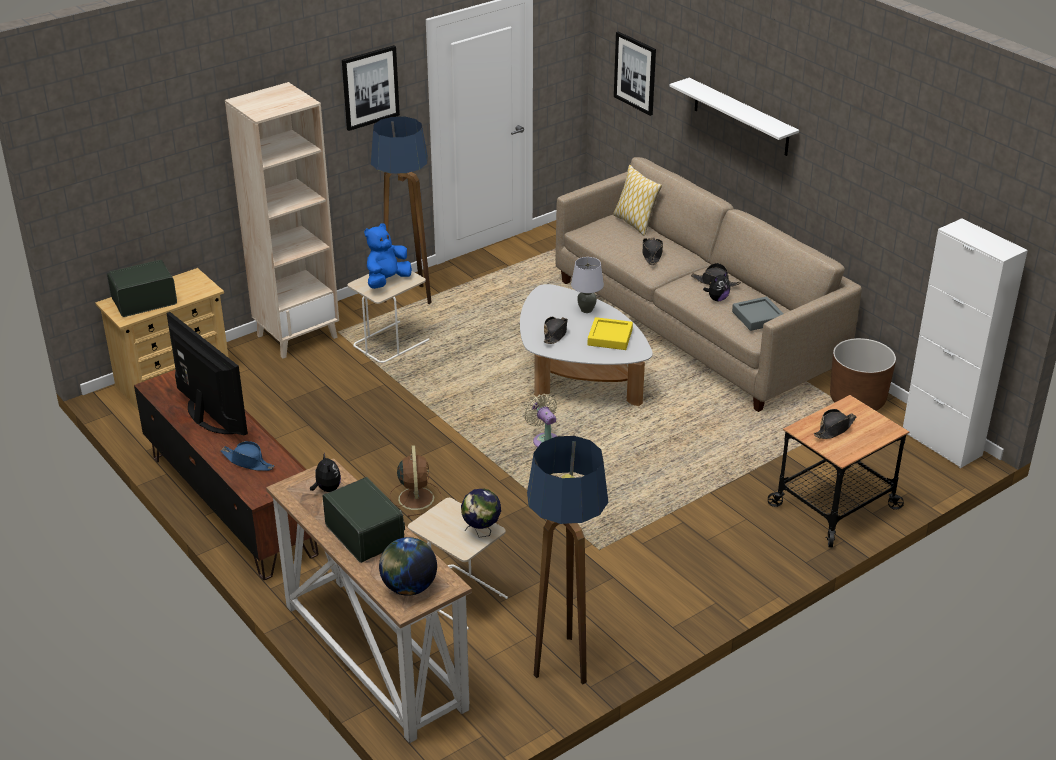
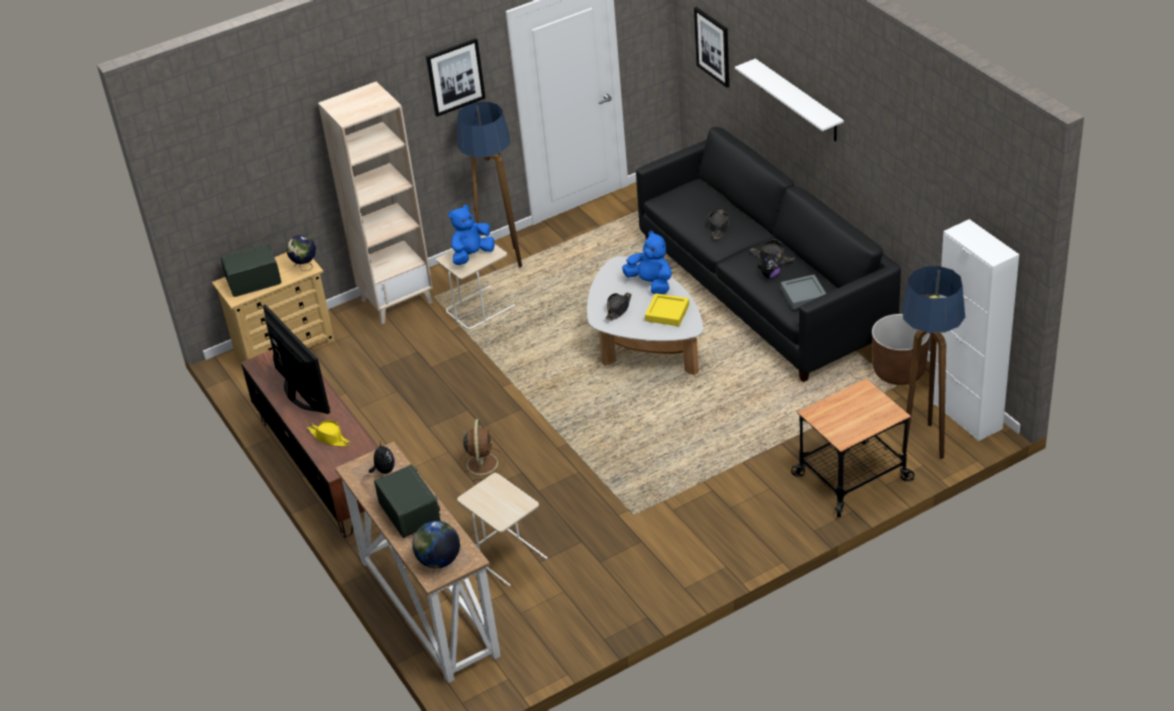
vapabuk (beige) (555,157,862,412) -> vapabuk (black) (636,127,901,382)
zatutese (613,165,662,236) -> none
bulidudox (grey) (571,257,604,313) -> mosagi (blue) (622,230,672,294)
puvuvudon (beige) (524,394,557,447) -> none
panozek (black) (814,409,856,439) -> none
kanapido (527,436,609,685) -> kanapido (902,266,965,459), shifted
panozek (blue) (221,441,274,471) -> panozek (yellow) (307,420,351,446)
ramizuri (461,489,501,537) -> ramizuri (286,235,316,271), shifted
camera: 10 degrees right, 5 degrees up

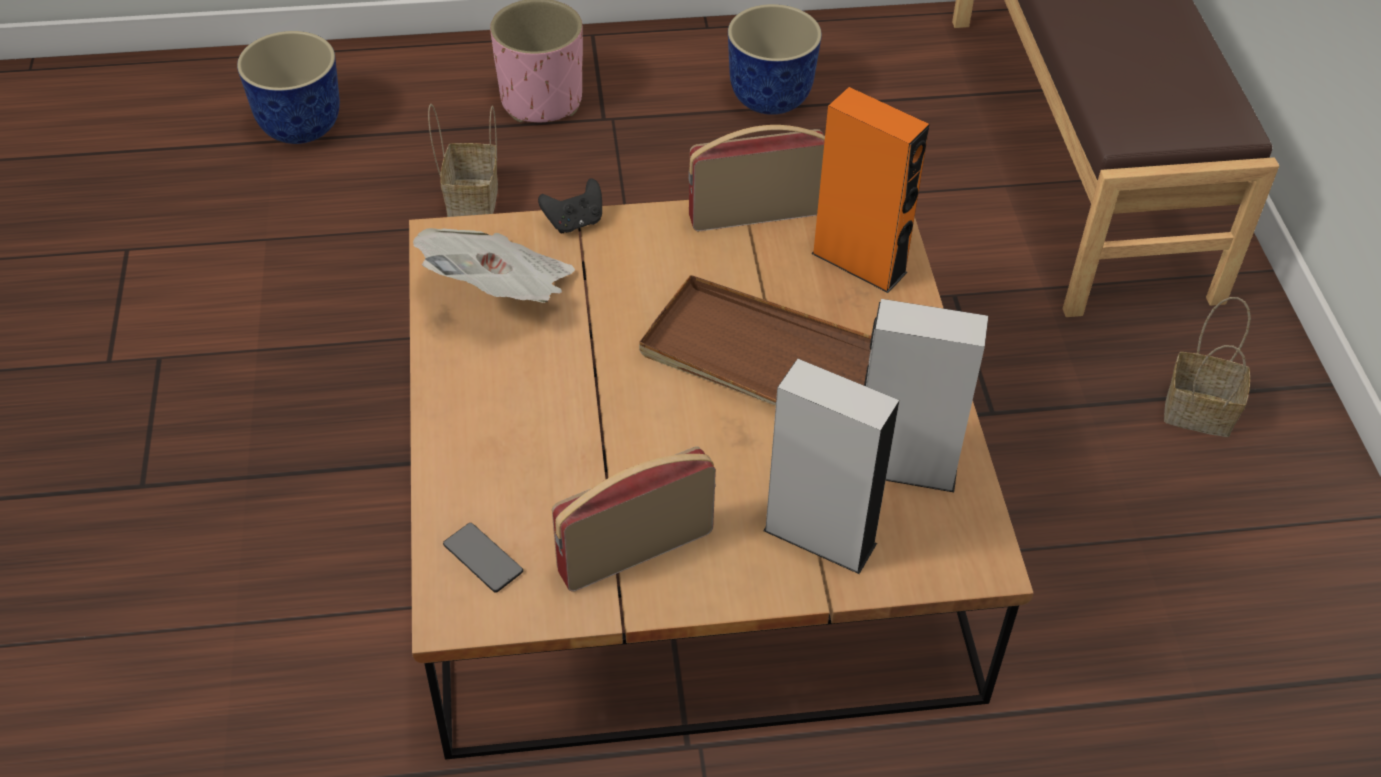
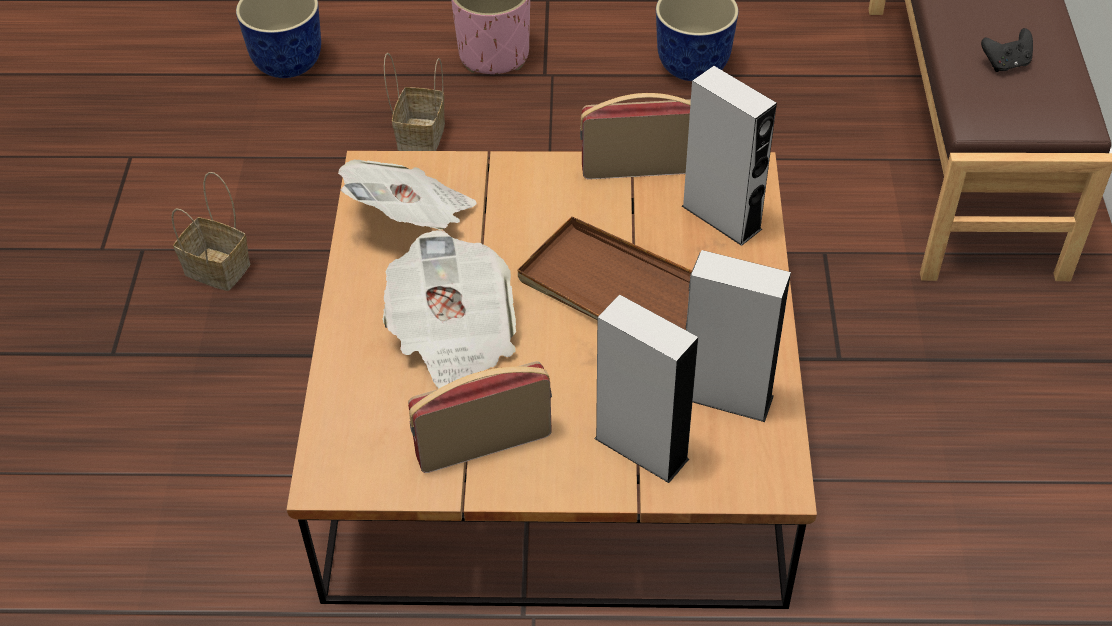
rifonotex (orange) (811,87,929,293) -> rifonotex (grey) (682,66,777,246)
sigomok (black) (538,178,602,233) -> sigomok (black) (981,28,1033,72), shifted
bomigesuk (1164,297,1251,437) -> bomigesuk (171,172,250,291), shifted
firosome (443,523,523,593) -> none
none -> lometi (382,230,516,389)
camera: 10 degrees right, 0 degrees up

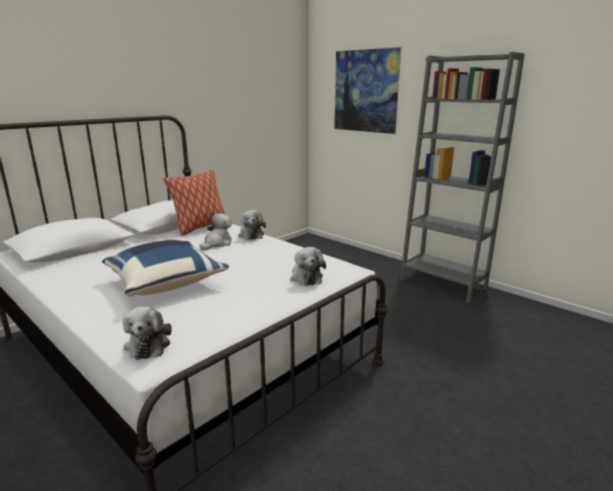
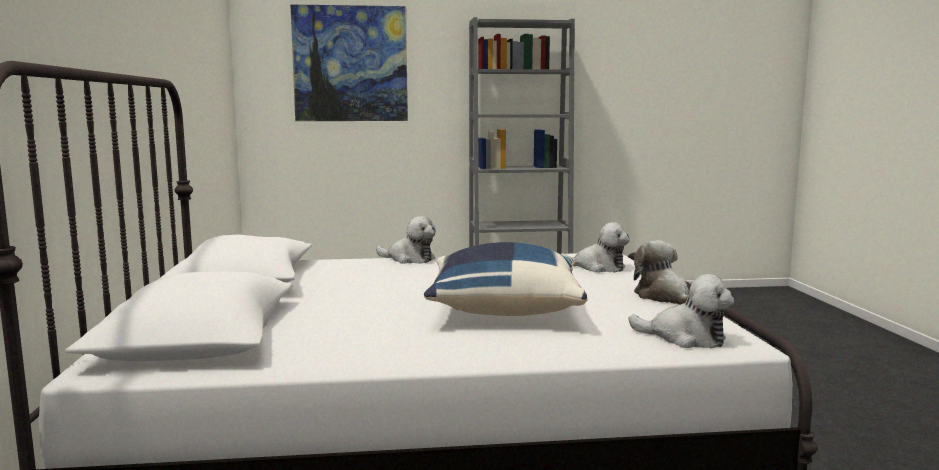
zatutese (163,169,226,236) -> none
mosagi (199,213,232,250) -> mosagi (634,240,689,305), shifted
camera: 50 degrees left, 10 degrees down

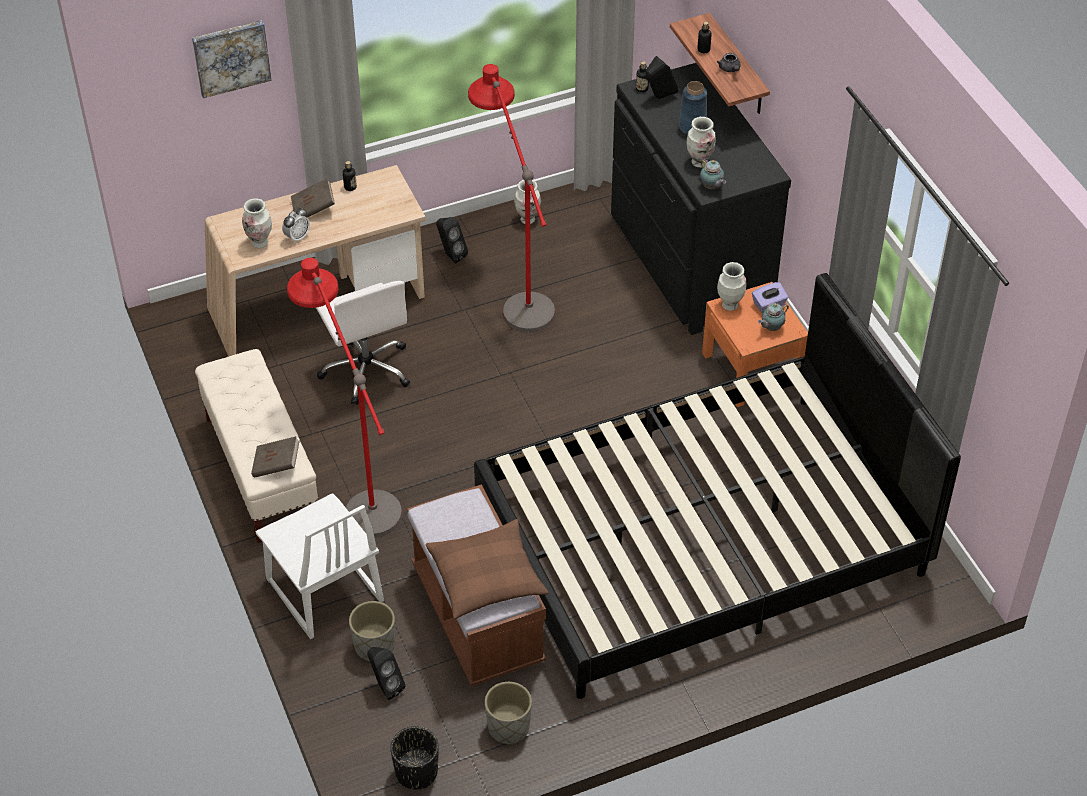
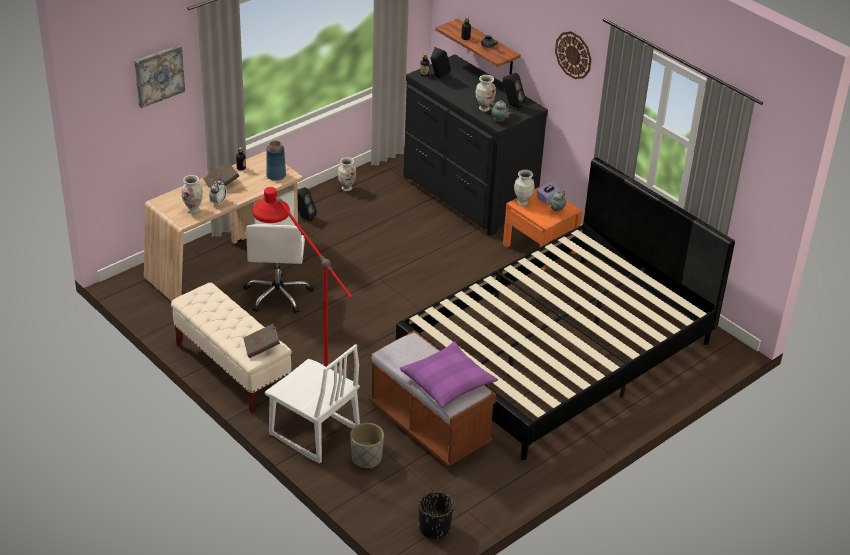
kanapido (red) (468,64,556,333) -> none
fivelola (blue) (679,81,707,134) -> fivelola (blue) (266,141,286,181), shifted
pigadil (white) (316,281,410,405) -> pigadil (white) (243,224,314,313), 45 degrees clockwise
zatutese (brown) (426,519,548,619) -> zatutese (purple) (400,342,498,408)
rifonotex (black) (367,647,406,700) -> rifonotex (black) (503,73,526,109), shifted
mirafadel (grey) (485,682,532,745) -> none
none -> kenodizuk (555,31,592,79)
camera: 20 degrees left, 10 degrees down

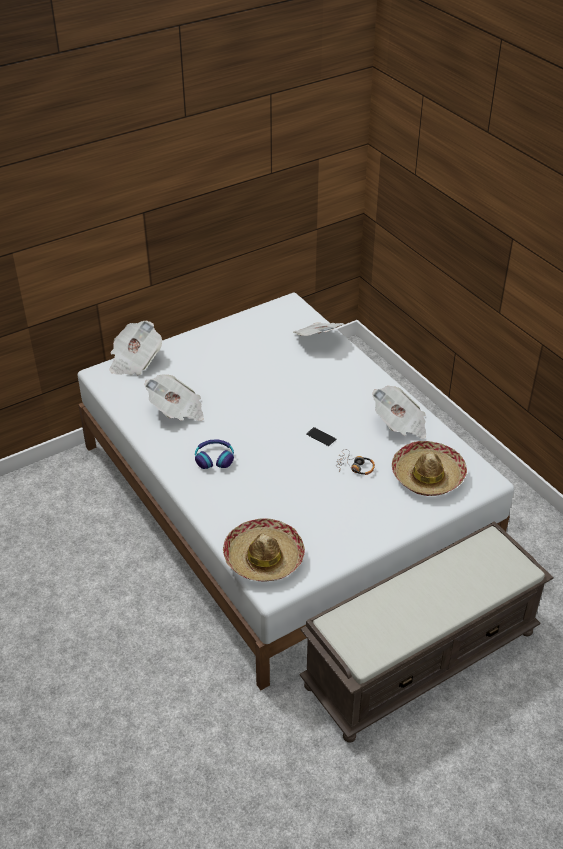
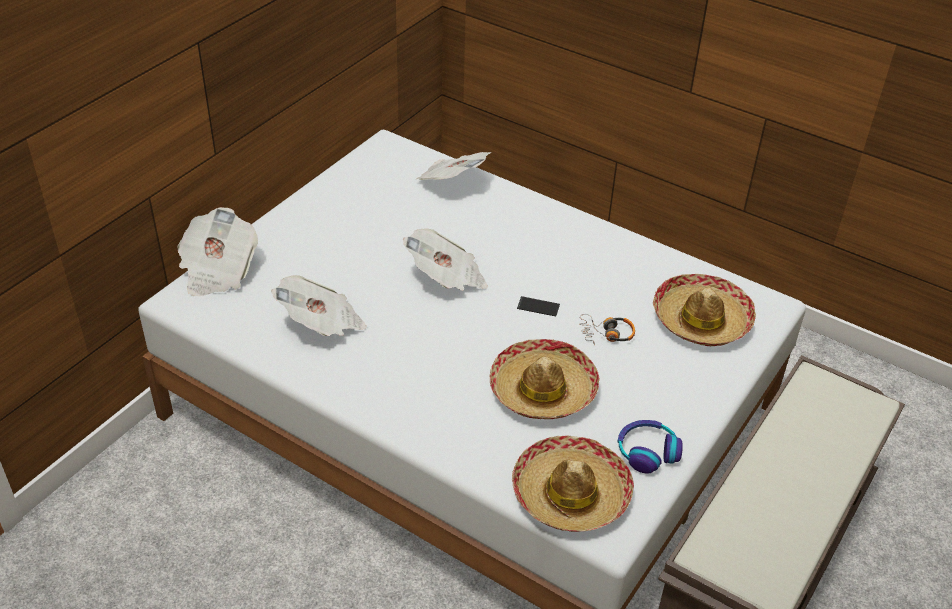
lometi (372,386,426,438) -> lometi (403,229,488,291), shifted
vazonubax (195,440,234,469) -> vazonubax (617,420,683,473), shifted
none -> panozek (490,339,600,419)
camera: 25 degrees left, 0 degrees up

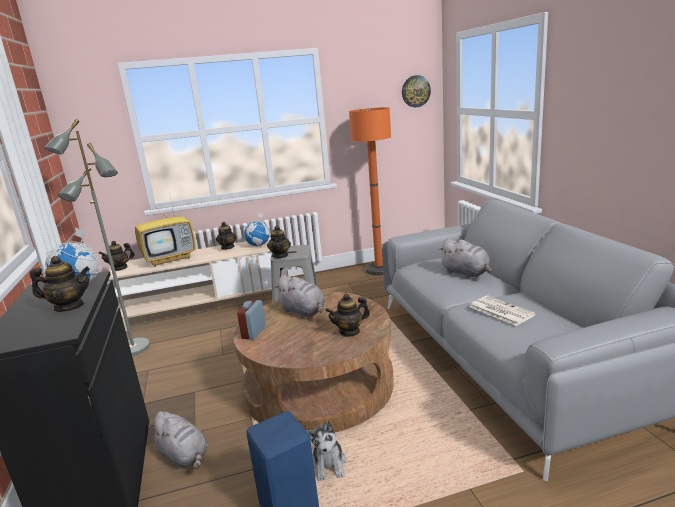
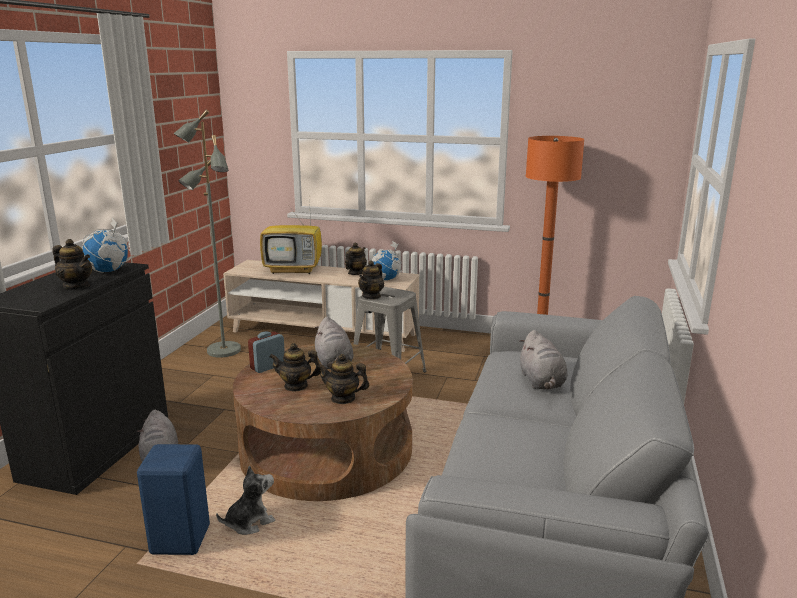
kenodizuk (402,75,431,107) -> none
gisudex (98,241,135,271) -> gisudex (269,343,322,391), shifted
lometi (470,296,536,326) -> none
mosagi (306,421,347,481) -> mosagi (216,465,275,535), 150 degrees counterclockwise
camera: 30 degrees right, 0 degrees up

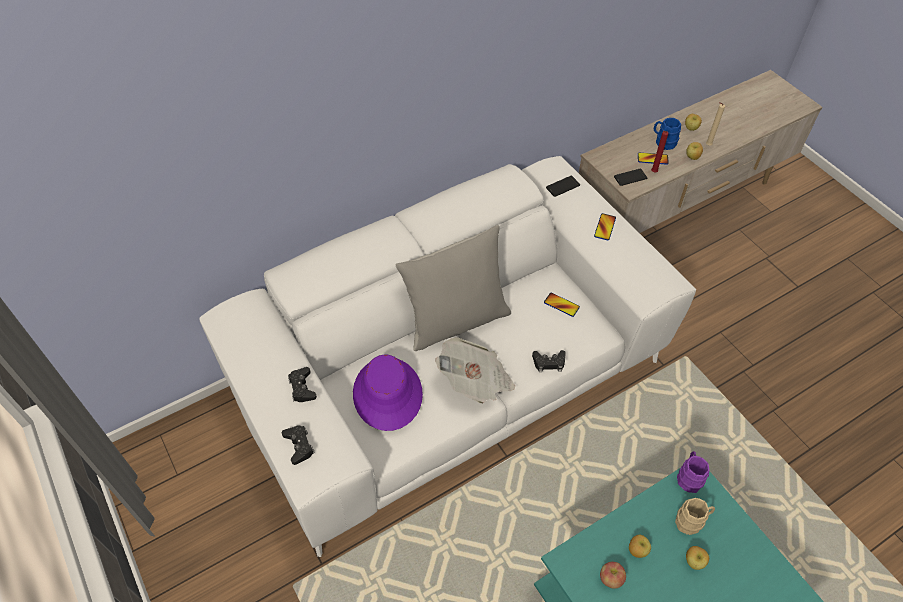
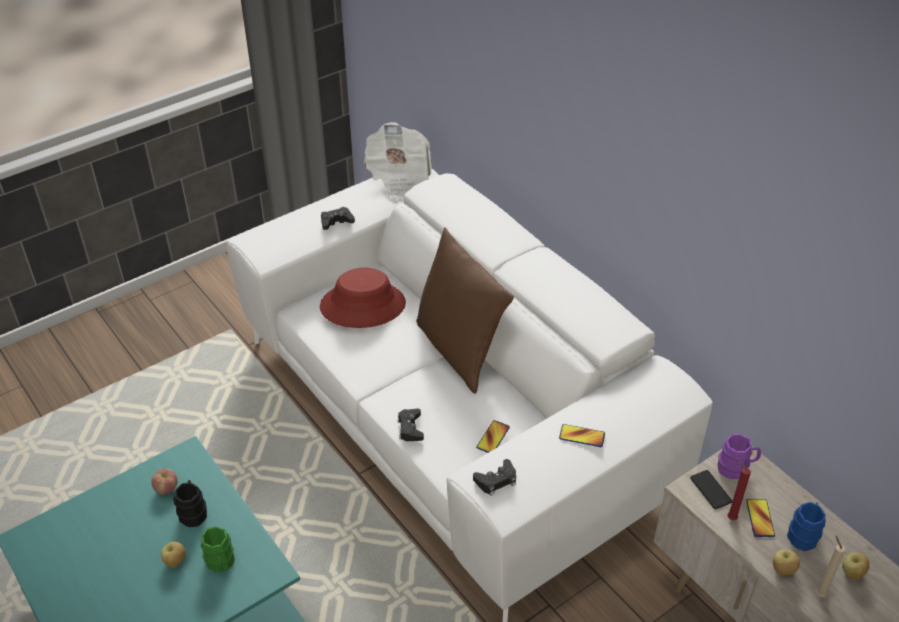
firosome (546,176,580,197) -> none
zatutese (grey) (396,225,511,351) -> zatutese (brown) (416,227,514,394)
lometi (435,337,515,403) -> lometi (364,122,432,199), shifted
panozek (purple) (353,355,423,431) -> panozek (red) (320,267,406,328)
sigomok (black) (282,425,315,465) -> sigomok (black) (473,459,516,496), shifted
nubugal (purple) (677,451,709,493) -> nubugal (purple) (717,434,761,479), shifted
nubugal (beige) (675,498,715,535) -> nubugal (green) (201,526,235,573)
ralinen (629,535,651,558) -> nubugal (black) (173,480,207,527)
camera: 85 degrees right, 10 degrees down

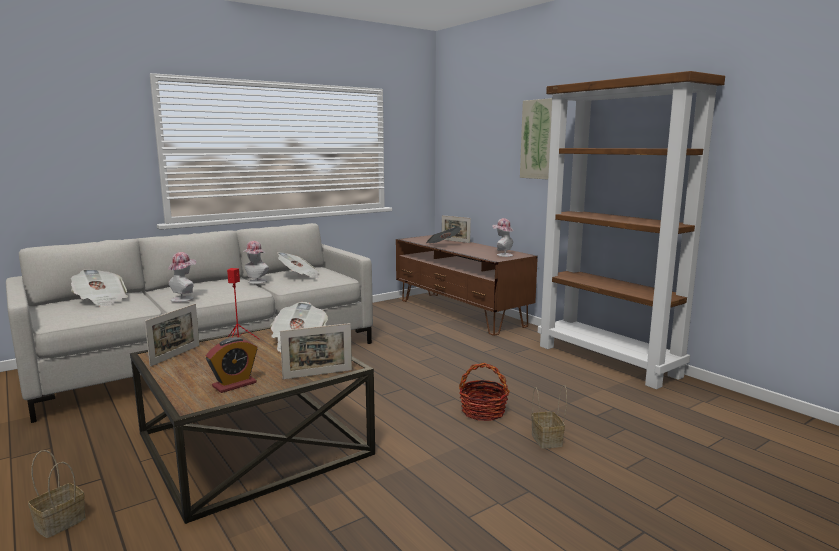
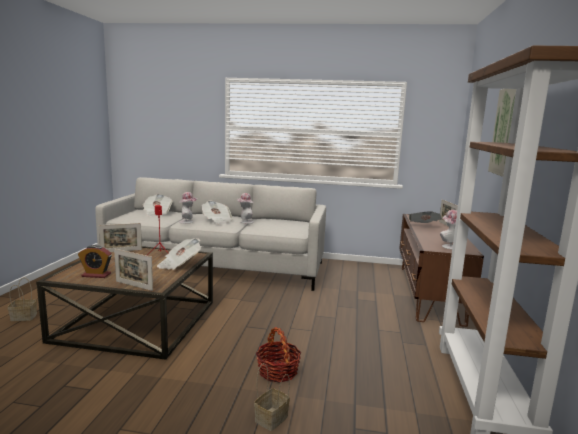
lometi (277,252,319,279) -> lometi (202,201,233,225), shifted
camera: 45 degrees right, 0 degrees up

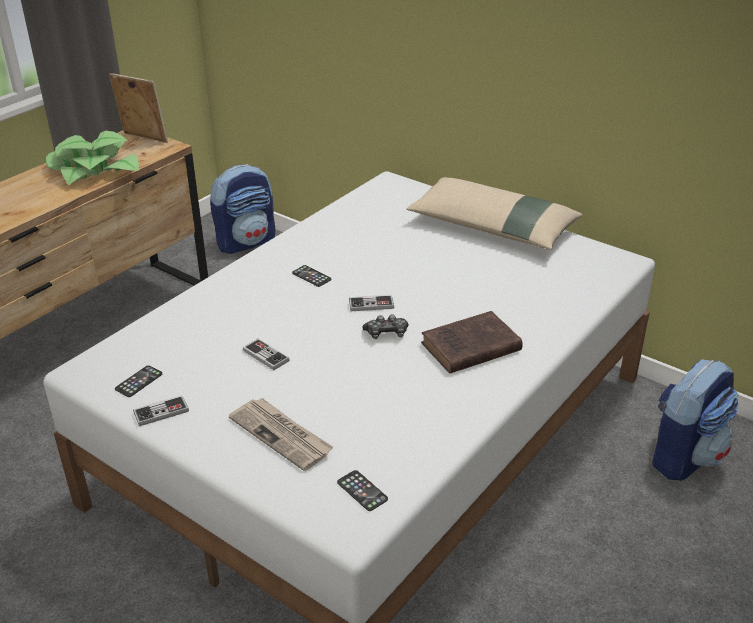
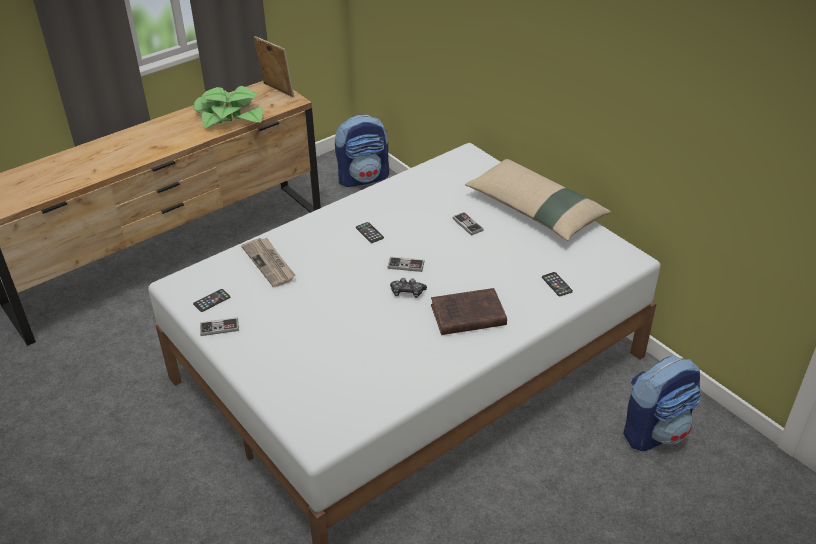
sigomok (243,339,290,370) -> sigomok (452,212,484,236), shifted
lometi (229,398,333,471) -> lometi (241,238,296,287), shifted
firosome (337,470,388,511) -> firosome (542,272,573,296), shifted
camera: 15 degrees right, 5 degrees up

